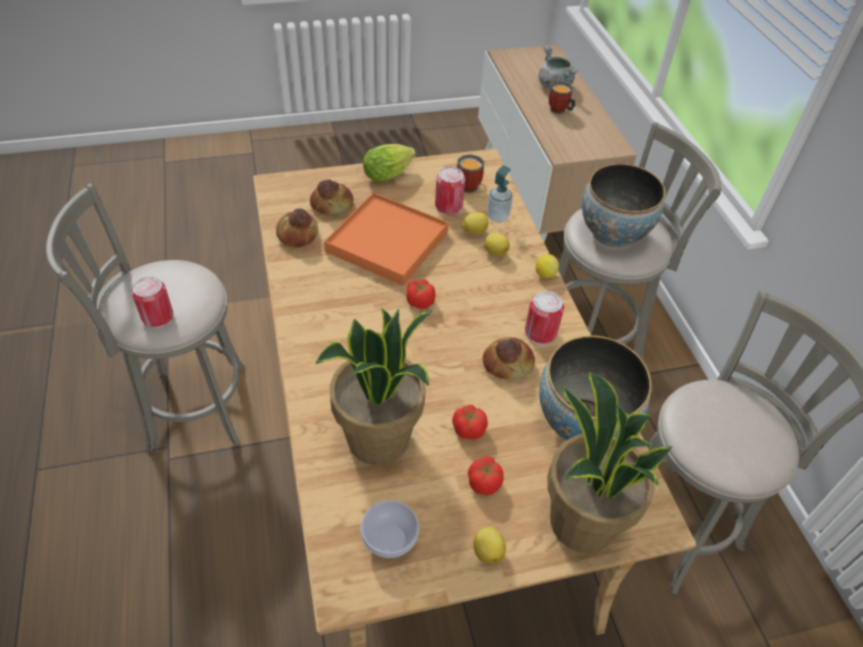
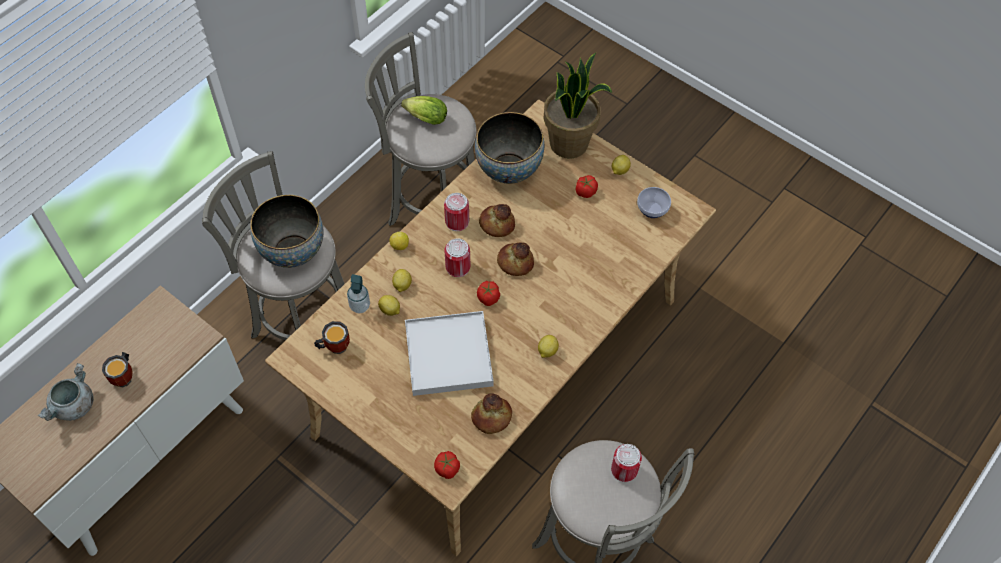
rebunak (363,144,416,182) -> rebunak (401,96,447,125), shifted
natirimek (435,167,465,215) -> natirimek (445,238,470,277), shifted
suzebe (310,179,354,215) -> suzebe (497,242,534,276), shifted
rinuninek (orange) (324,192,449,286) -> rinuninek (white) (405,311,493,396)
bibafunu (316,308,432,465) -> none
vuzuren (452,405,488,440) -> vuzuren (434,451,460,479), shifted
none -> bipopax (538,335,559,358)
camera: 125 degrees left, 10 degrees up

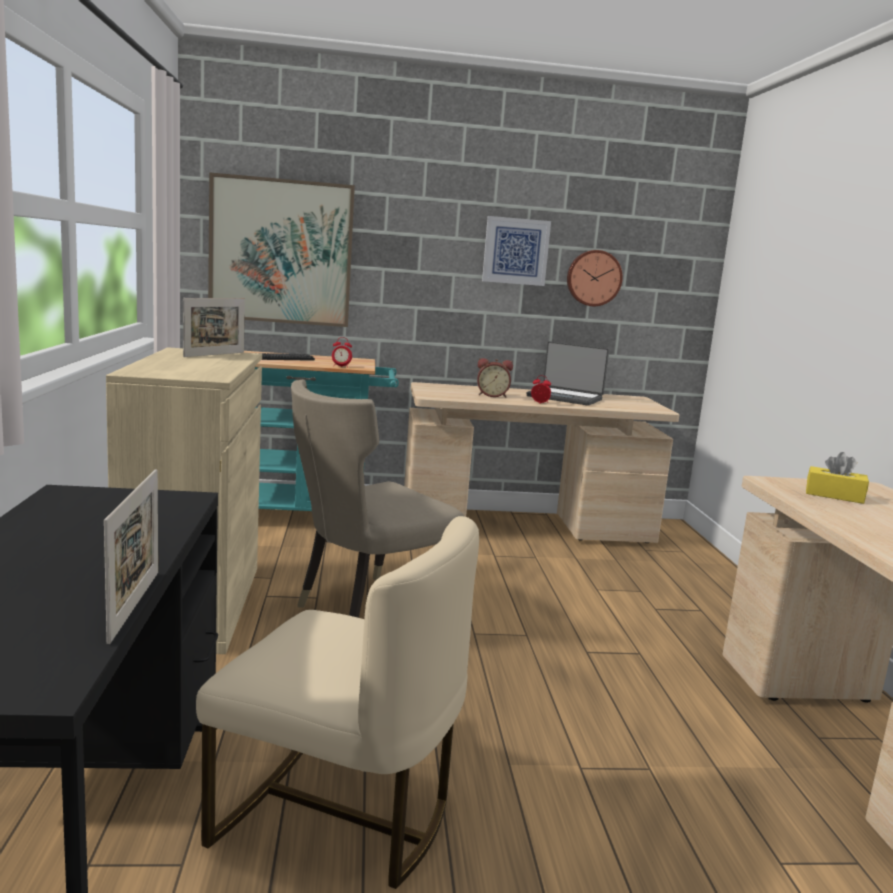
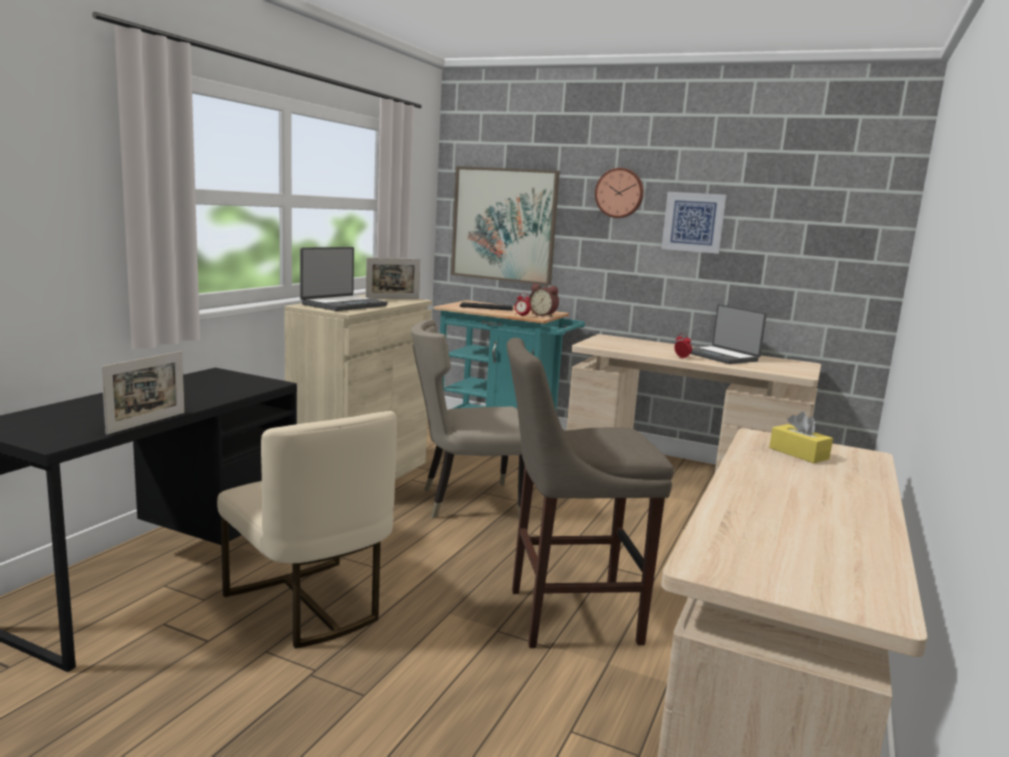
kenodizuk (567,250,623,306) -> kenodizuk (595,168,644,218), shifted
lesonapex (477,358,513,397) -> lesonapex (529,283,559,317), shifted
none -> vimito (300,247,387,311)
none -> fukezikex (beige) (507,338,674,648)
camera: 30 degrees right, 0 degrees up

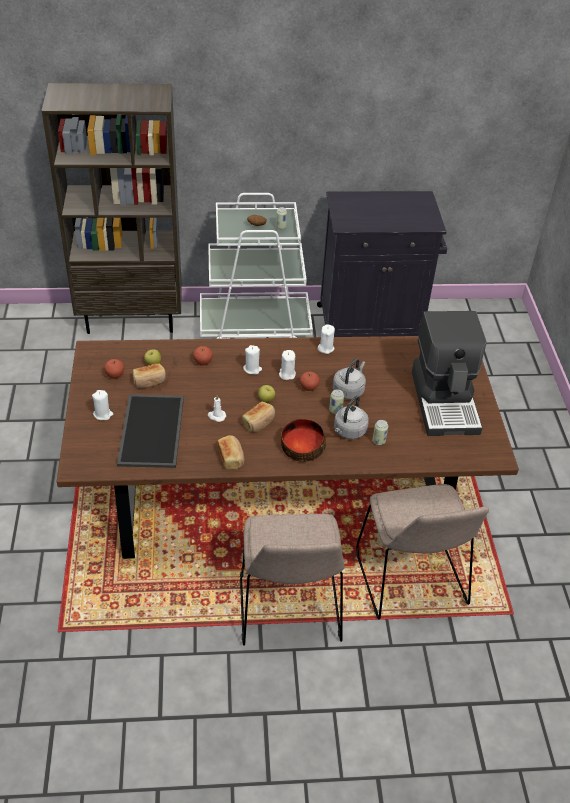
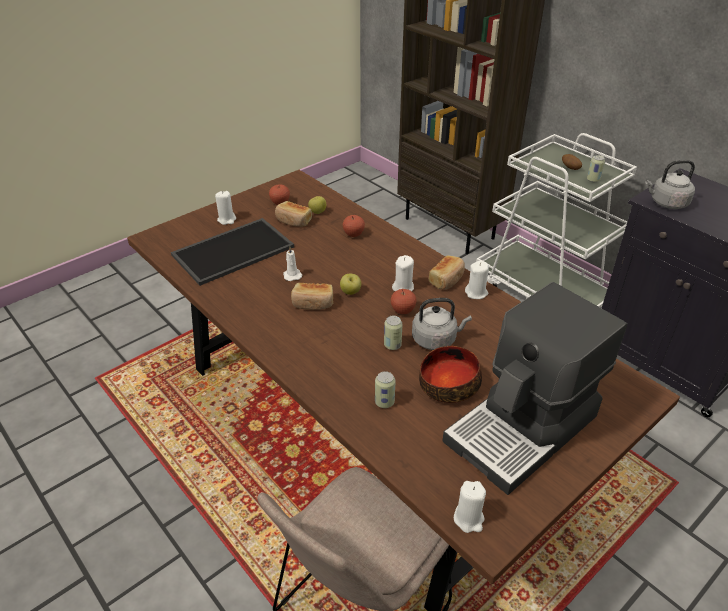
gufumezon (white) (243,345,262,374) -> gufumezon (white) (454,481,486,533), shifted
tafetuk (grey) (334,396,369,439) -> tafetuk (grey) (645,160,695,209), shifted
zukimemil (281,419,326,462) -> zukimemil (419,346,482,403), shifted
suzebe (218,435,245,469) -> suzebe (429,256,465,290), shifted
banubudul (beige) (240,514,345,646) -> none
camera: 55 degrees right, 5 degrees down

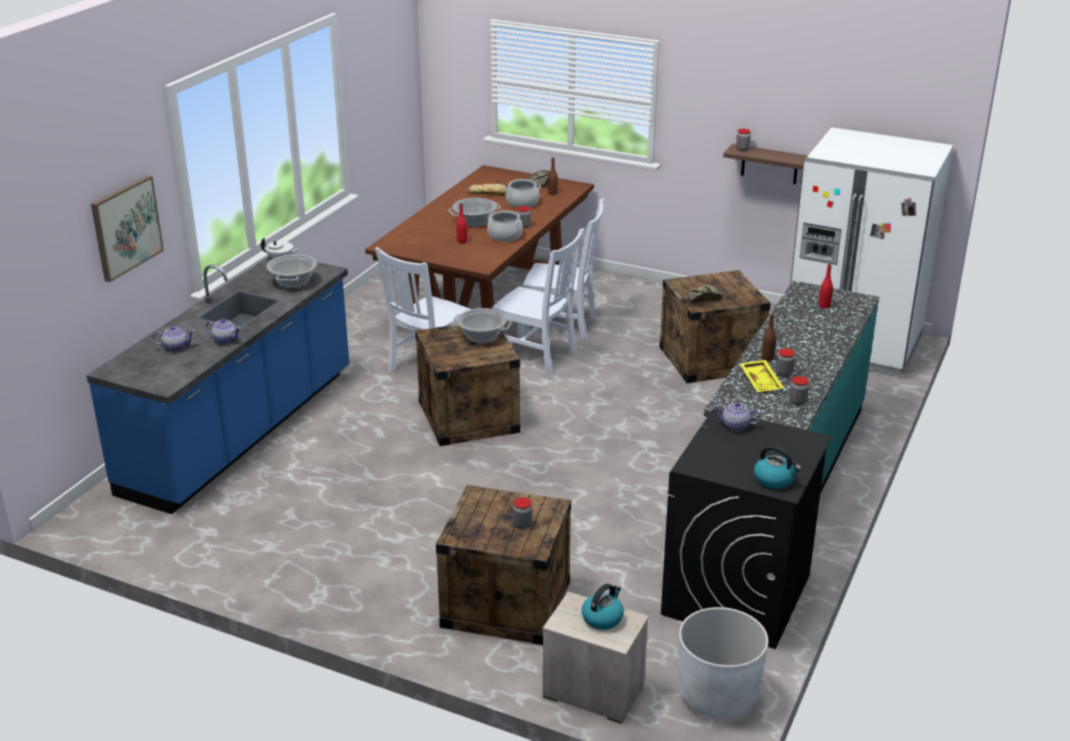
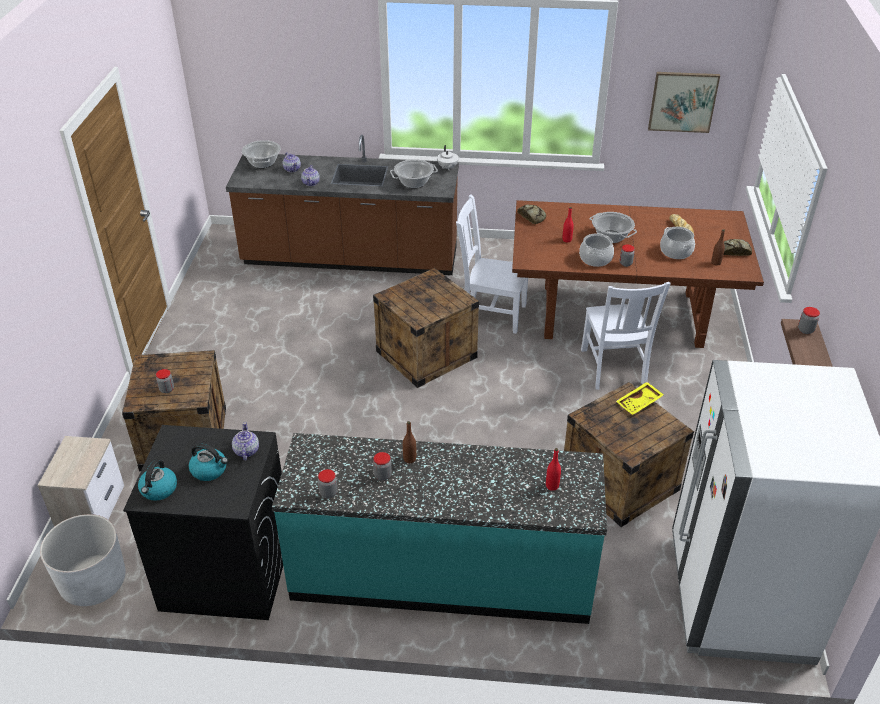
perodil (91,175,164,282) -> perodil (648,72,720,133), shifted
banubudul (white) (492,228,584,374) -> none
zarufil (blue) (86,256,349,514) -> zarufil (brown) (226,135,459,275)
suzebe (687,285,722,303) -> suzebe (517,205,546,224), shifted
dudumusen (452,308,512,343) -> dudumusen (242,140,281,168), shifted
rinuninek (yellow) (740,360,784,393) -> rinuninek (yellow) (616,382,664,415), shifted
tafetuk (582,584,624,630) -> tafetuk (189,443,228,481), shifted
camera: 70 degrees right, 10 degrees up

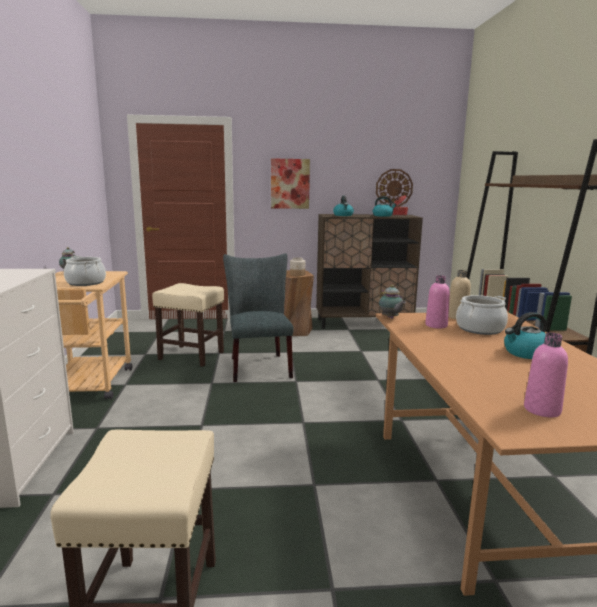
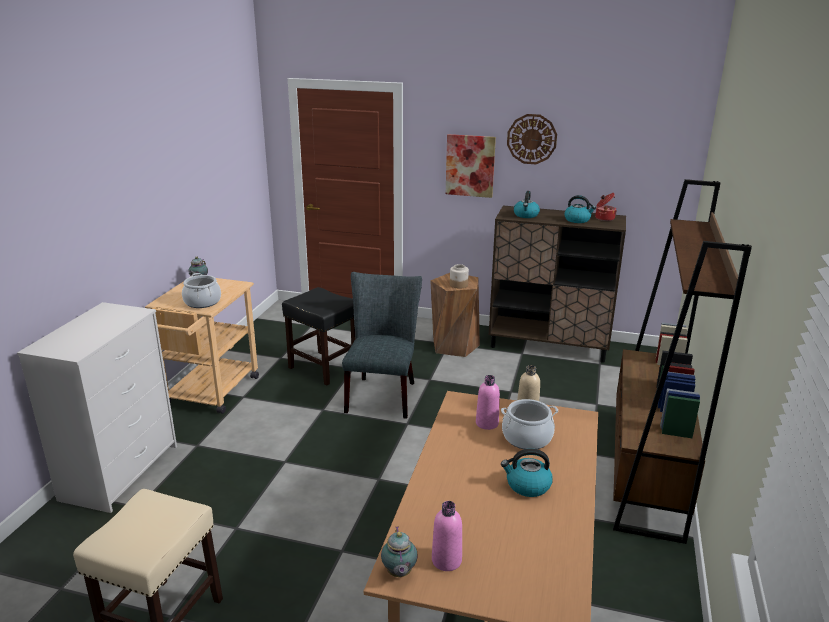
kenodizuk (376,169,413,207) -> kenodizuk (507,114,557,164), shifted
fukezikex (beige) (152,283,224,367) -> fukezikex (black) (282,287,355,385)
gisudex (379,285,406,319) -> gisudex (381,526,418,577), shifted
camera: 20 degrees right, 10 degrees up

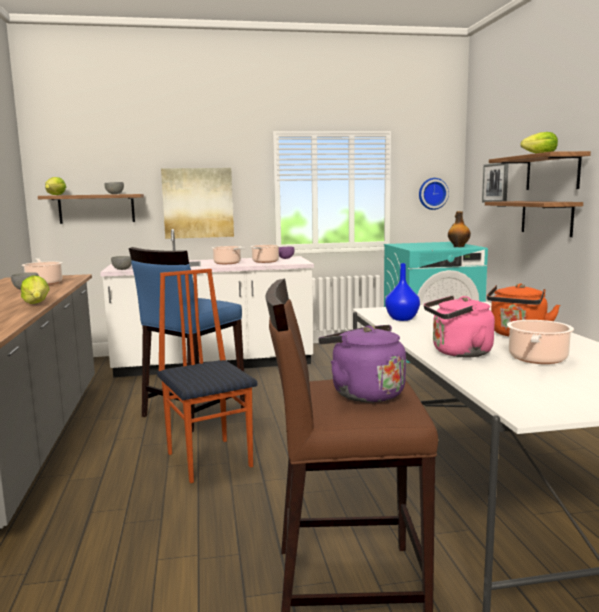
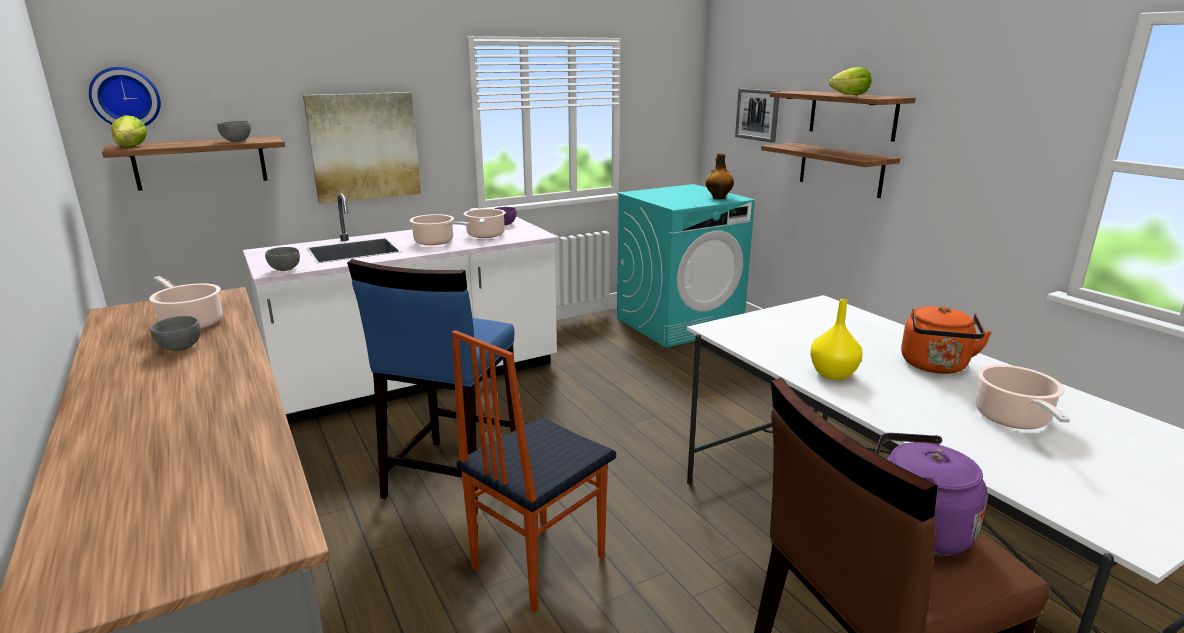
kenodizuk (419,178,449,210) -> kenodizuk (89,67,161,126), shifted
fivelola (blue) (385,263,420,321) -> none
banubudul (157,269,257,483) -> banubudul (452,330,616,613), 90 degrees counterclockwise
rebunak (21,275,50,304) -> none
tafetuk (pink) (424,296,495,357) -> none
none -> fivelola (yellow) (810,299,863,380)
camera: 20 degrees left, 10 degrees up

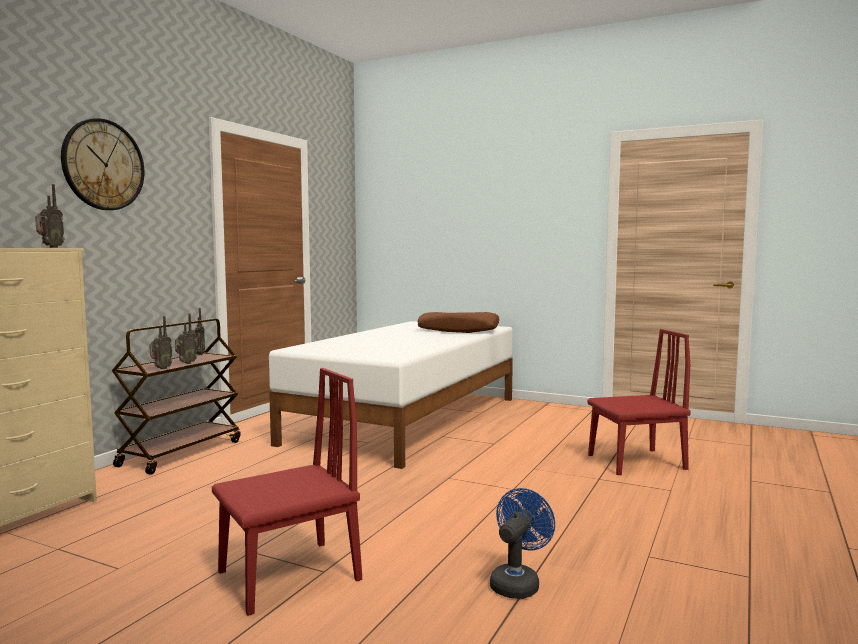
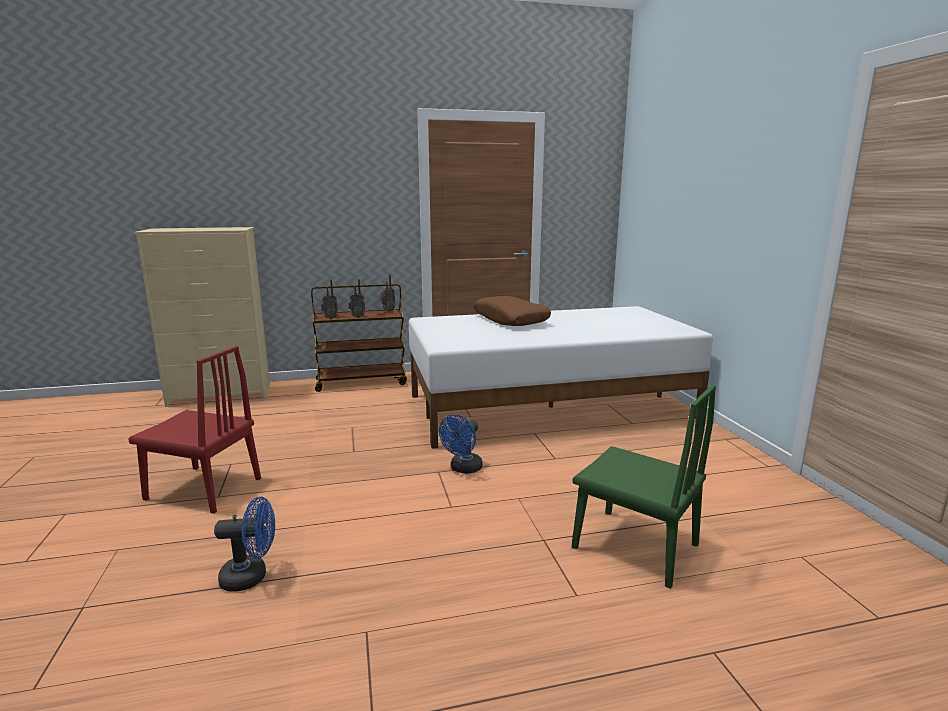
kenodizuk (61,118,145,210) -> none
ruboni (35,184,64,248) -> none
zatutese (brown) (418,312,499,333) -> zatutese (brown) (474,296,551,326), shifted
banubudul (red) (588,329,691,475) -> banubudul (green) (572,384,716,589)
none -> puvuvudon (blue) (439,414,483,474)
camera: 50 degrees right, 10 degrees up

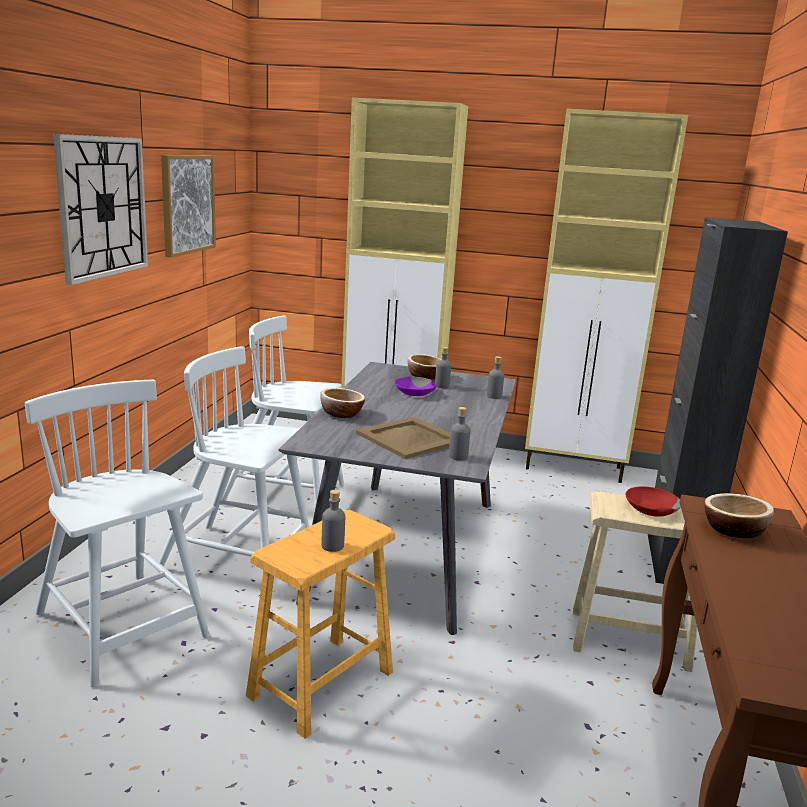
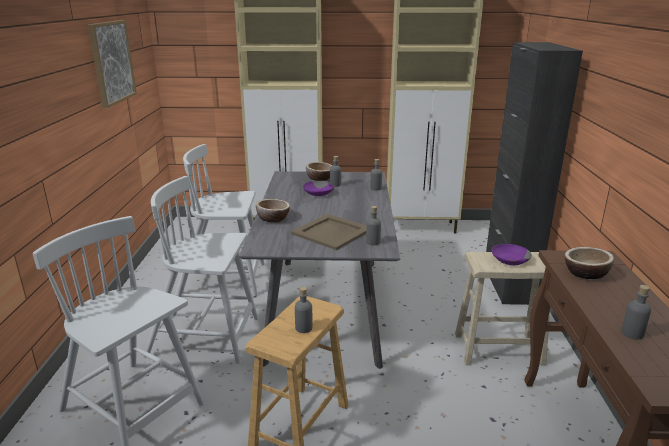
kenodizuk (53,134,148,285) -> none
zukimemil (red) (626,486,681,517) -> zukimemil (purple) (492,244,532,265)
none -> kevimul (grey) (621,285,651,340)
camera: 10 degrees left, 5 degrees up

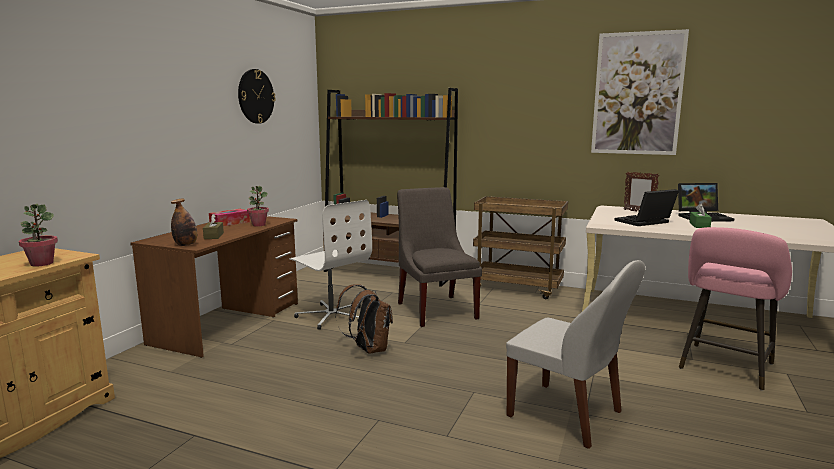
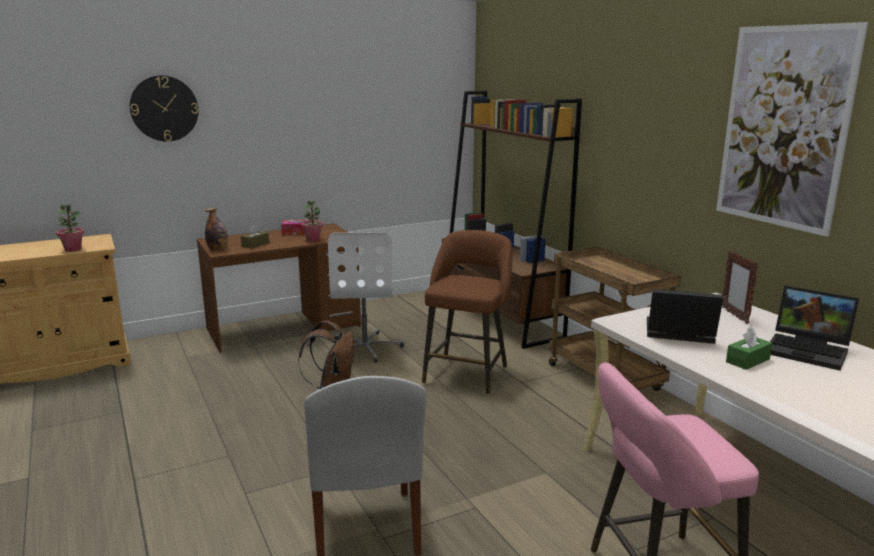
kenodizuk (238,69,276,124) -> kenodizuk (130,75,198,142), shifted
banubudul (grey) (397,187,482,327) -> fukezikex (brown) (422,230,512,395)
camera: 40 degrees right, 5 degrees up

